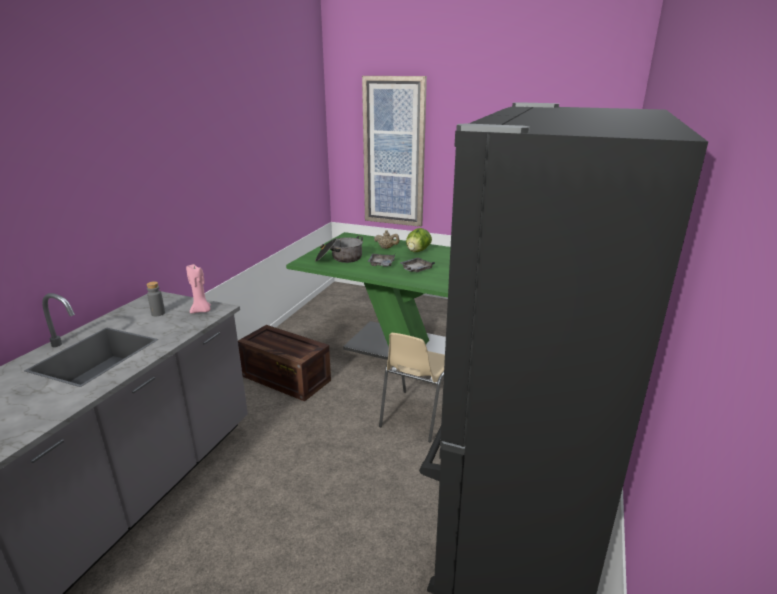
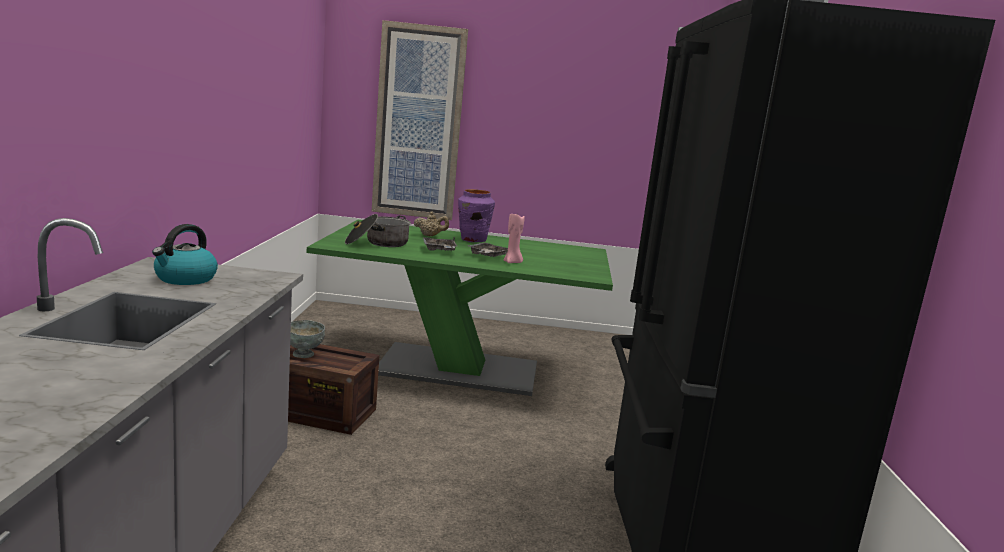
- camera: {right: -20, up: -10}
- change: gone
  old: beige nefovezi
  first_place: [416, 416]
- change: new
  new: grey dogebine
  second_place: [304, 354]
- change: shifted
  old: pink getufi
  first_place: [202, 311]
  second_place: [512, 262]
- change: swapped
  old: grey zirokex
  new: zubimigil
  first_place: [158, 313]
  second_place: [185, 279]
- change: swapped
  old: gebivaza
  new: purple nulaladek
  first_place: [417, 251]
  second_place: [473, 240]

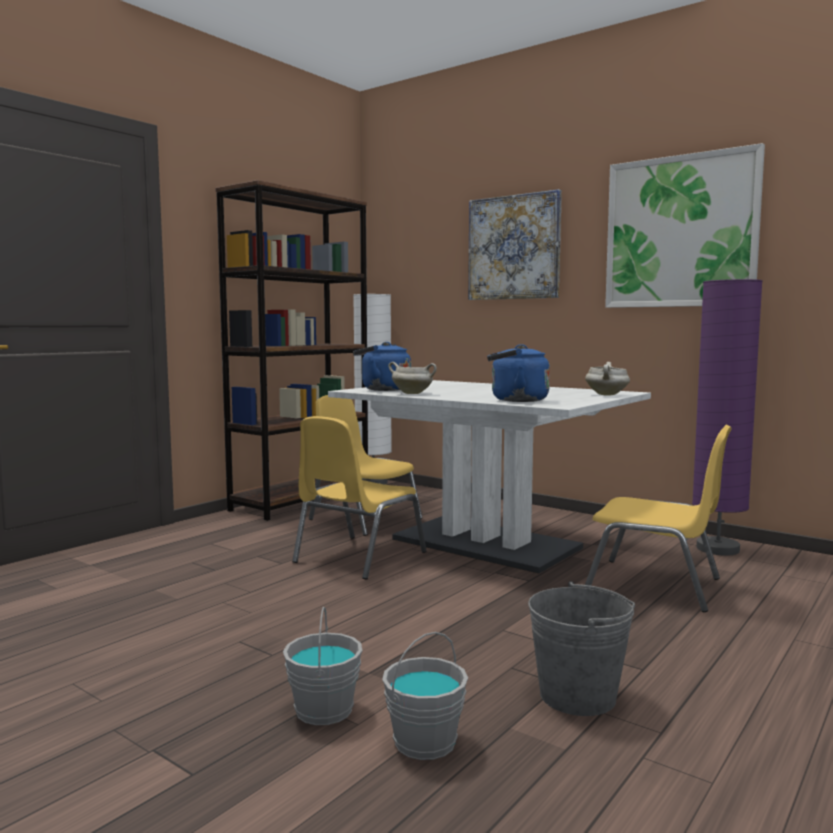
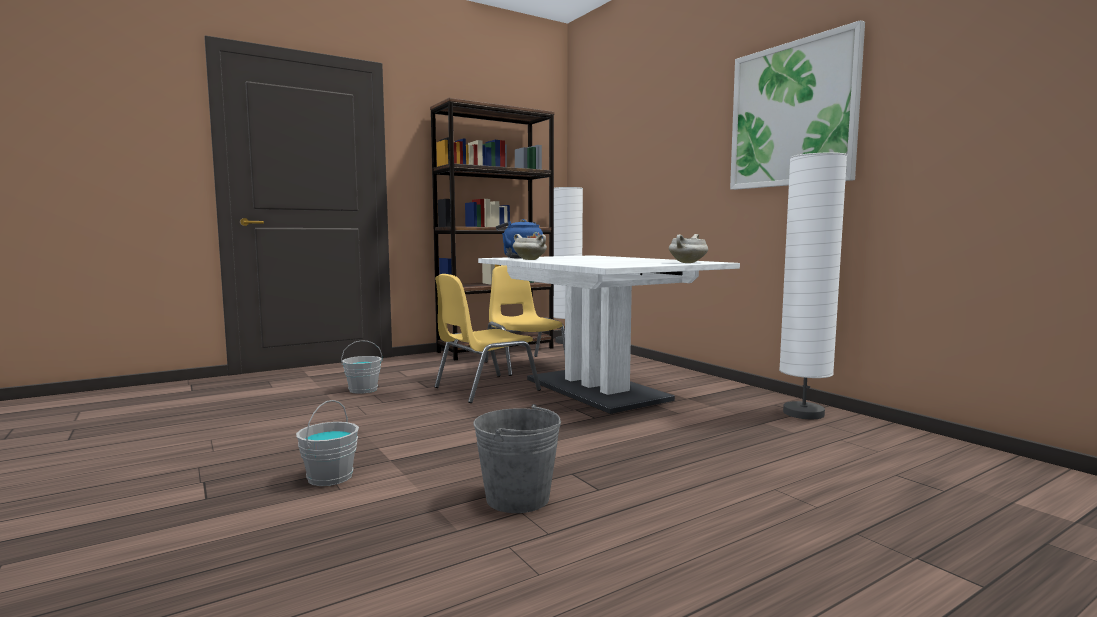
- camera: {right: 20, up: 0}
- change: gone
  old: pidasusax
  first_place: [514, 247]
- change: gone
  old: blue zubimigil
  first_place: [515, 400]
- change: gone
  old: yellow nefovezi
  first_place: [656, 586]
- change: shifted
  old: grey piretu
  first_place: [424, 741]
  second_place: [363, 389]
- change: repainted
  old: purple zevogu
  new: white zevogu
  first_place: [717, 549]
  second_place: [803, 413]

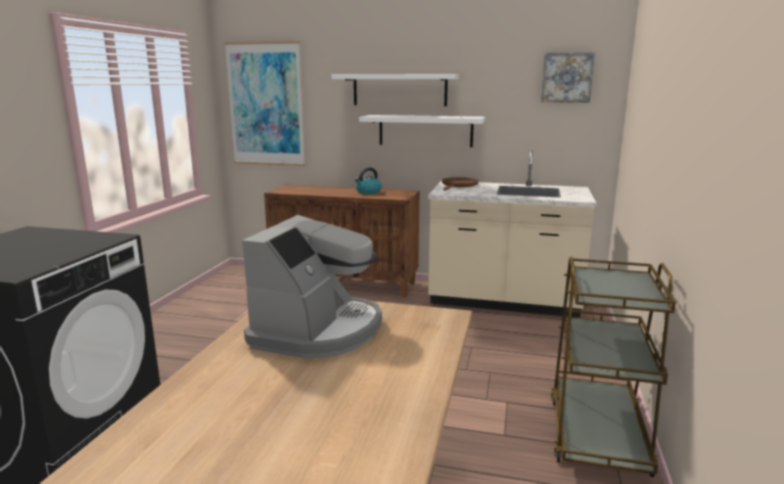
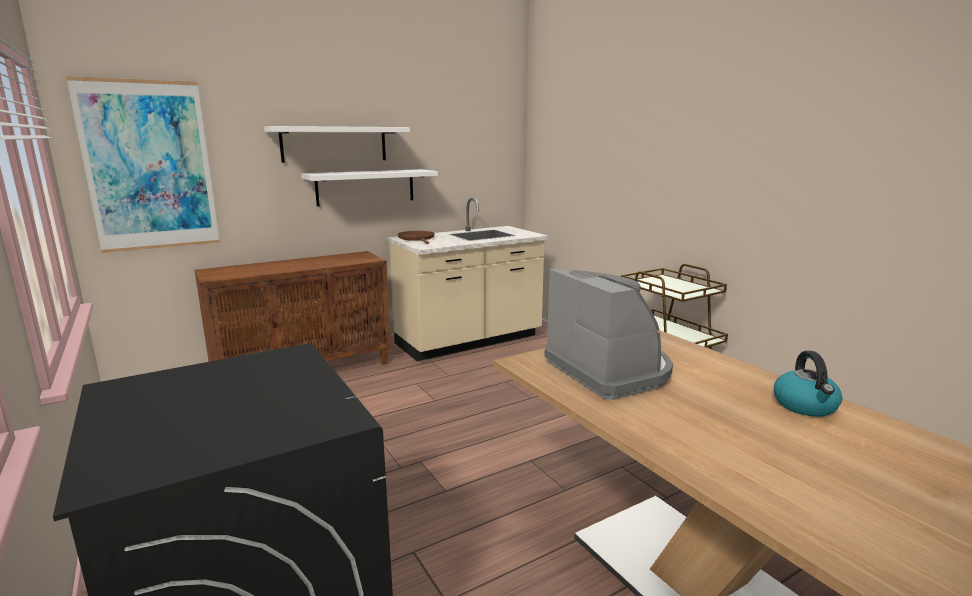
- camera: {right: -45, up: 0}
- change: gone
  old: pidasusax
  first_place: [567, 77]
- change: shifted
  old: zubimigil
  first_place: [368, 192]
  second_place: [805, 406]

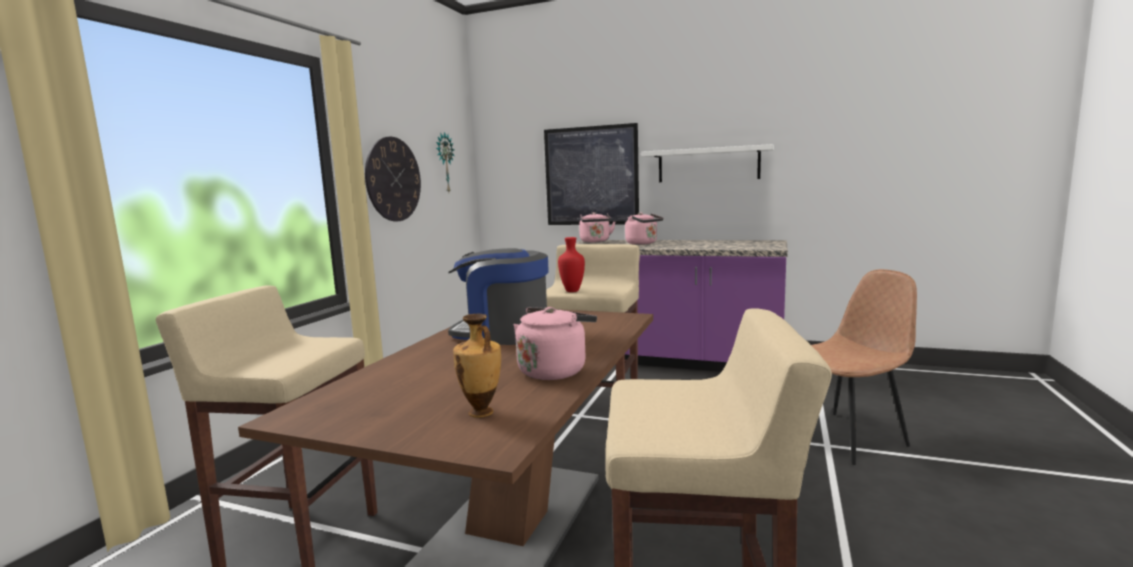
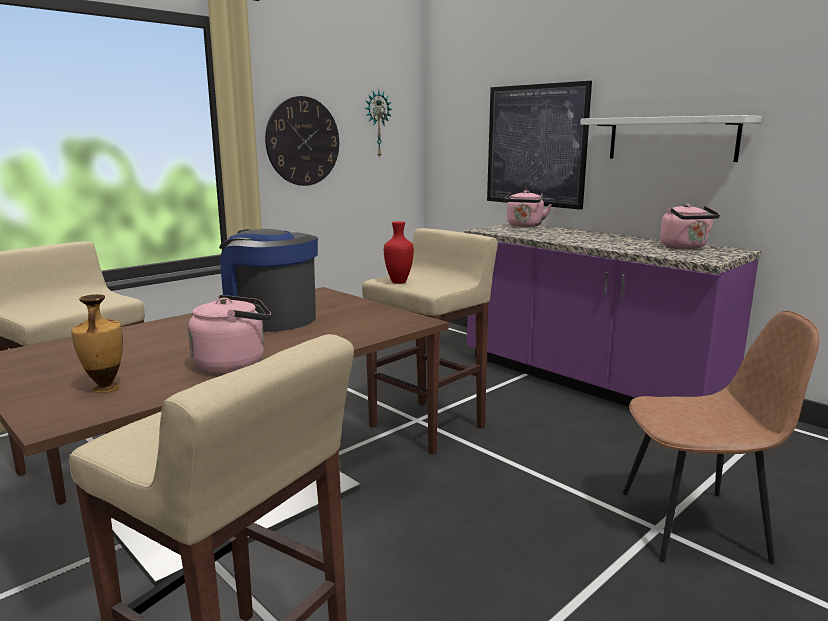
- camera: {right: 25, up: 5}
- change: shifted
  old: pink zubimigil
  first_place: [643, 243]
  second_place: [685, 247]

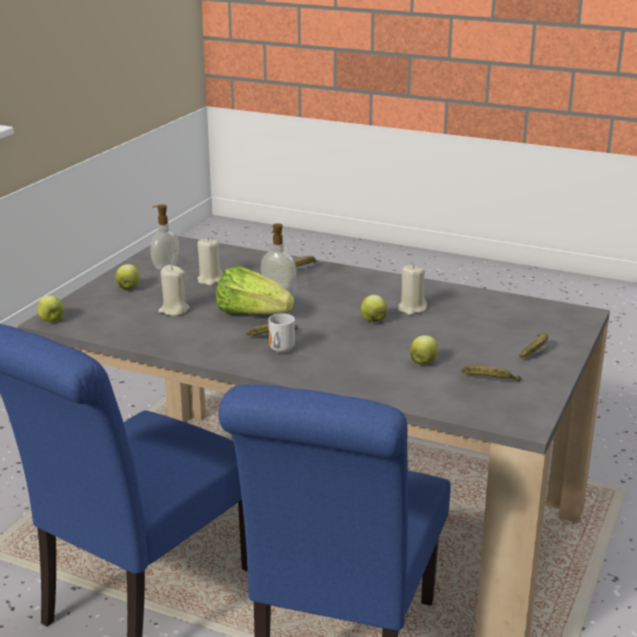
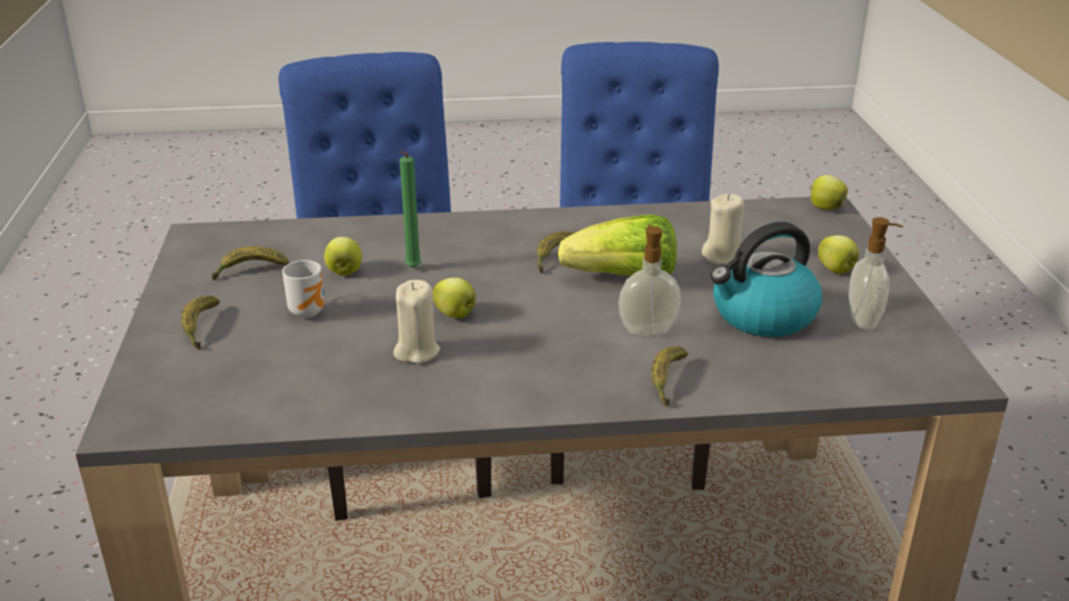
- camera: {right: 150, up: 5}
- change: new
  new: green getufi
  second_place: [412, 269]
- change: shifted
  old: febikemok
  first_place: [280, 351]
  second_place: [309, 311]
- change: swapped
  old: beige getufi
  new: zubimigil
  first_place: [210, 280]
  second_place: [762, 316]

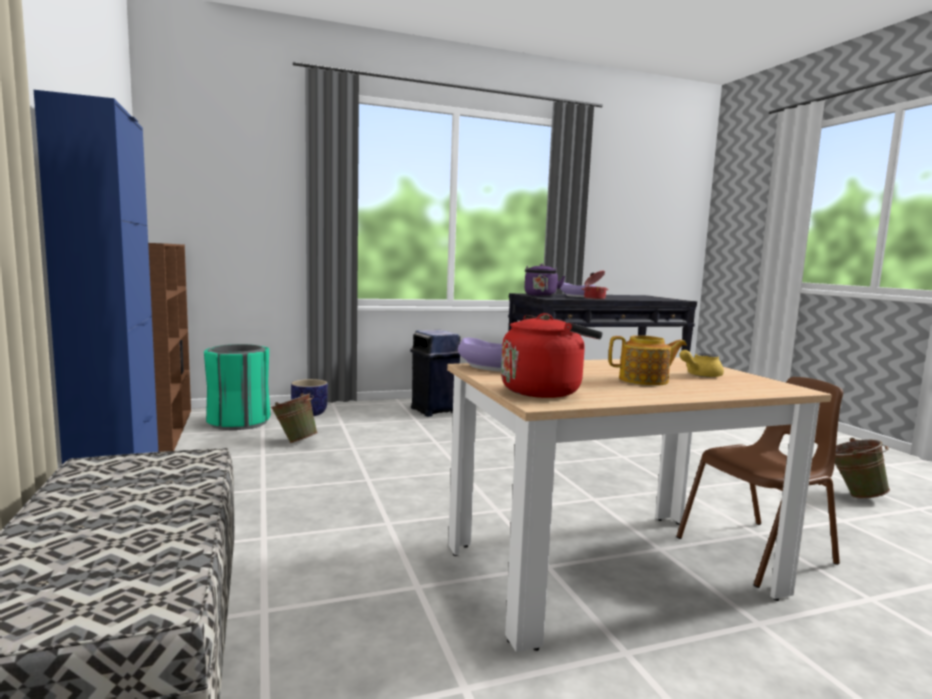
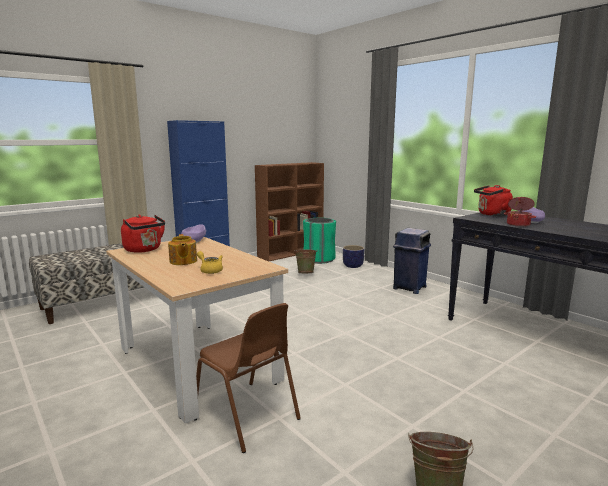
- camera: {right: 70, up: 5}
- change: repainted
  old: purple zubimigil
  new: red zubimigil
  first_place: [540, 295]
  second_place: [492, 215]

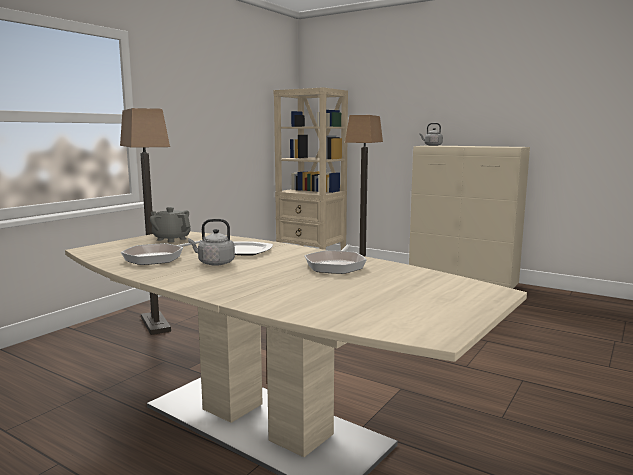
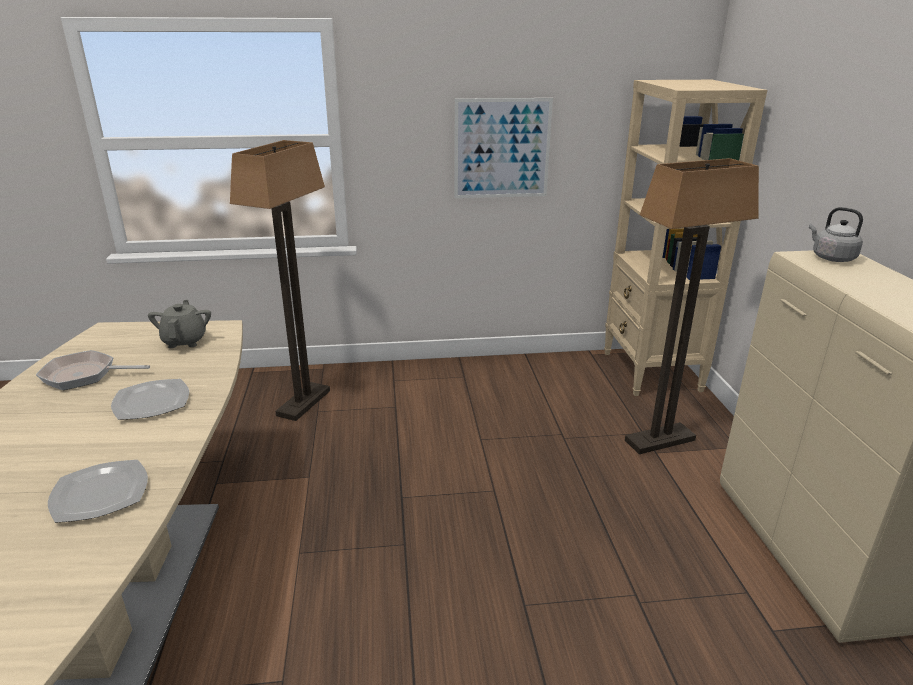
- camera: {right: 50, up: 15}
- change: gone
  old: grey zubimigil
  first_place: [214, 263]
- change: new
  new: pidasusax
  second_place: [502, 149]
- change: swapped
  old: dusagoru
  new: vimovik
  first_place: [336, 265]
  second_place: [101, 493]

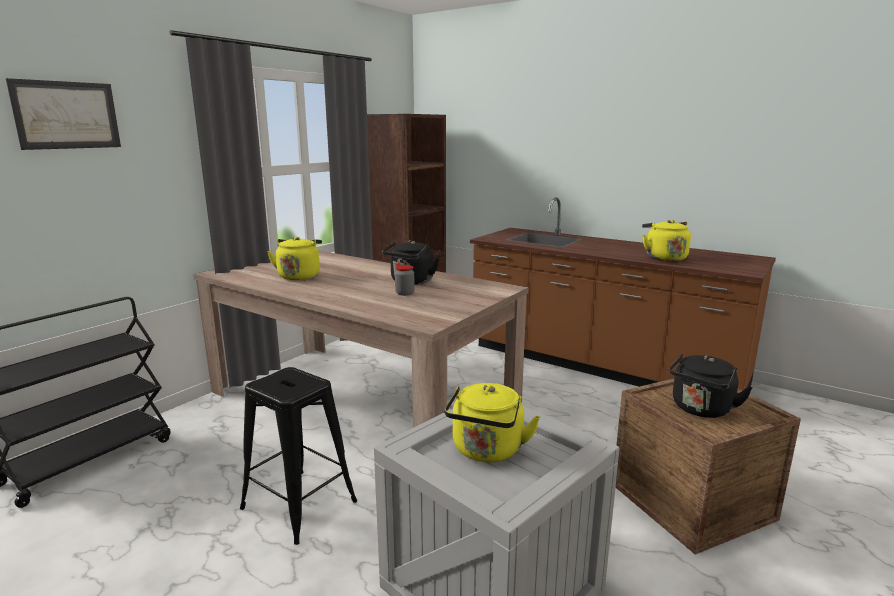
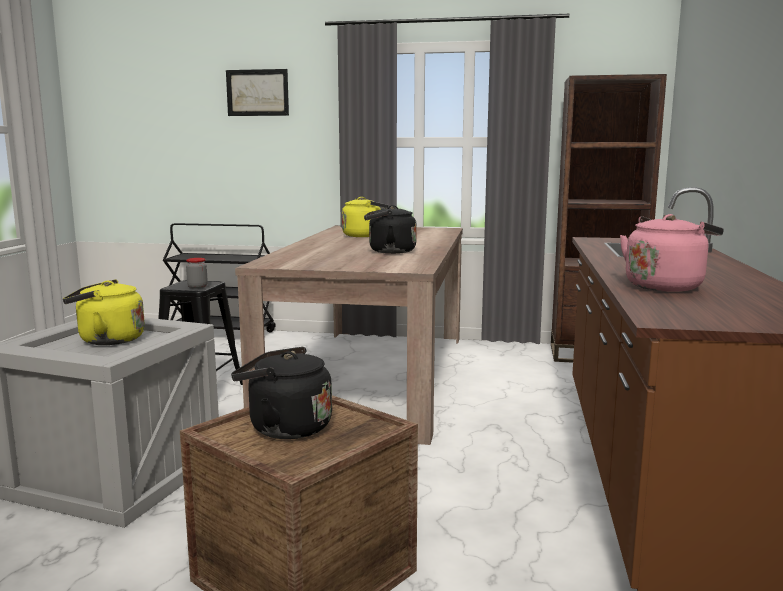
- camera: {right: 65, up: -5}
- change: shifted
  old: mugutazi
  first_place: [404, 293]
  second_place: [197, 287]
- change: repainted
  old: yellow zubimigil
  new: pink zubimigil
  first_place: [664, 258]
  second_place: [665, 286]

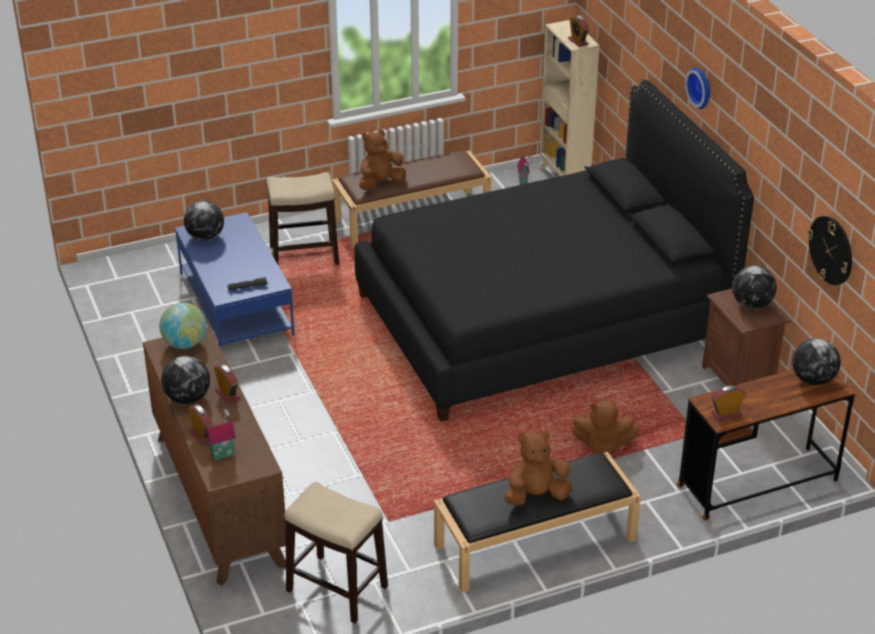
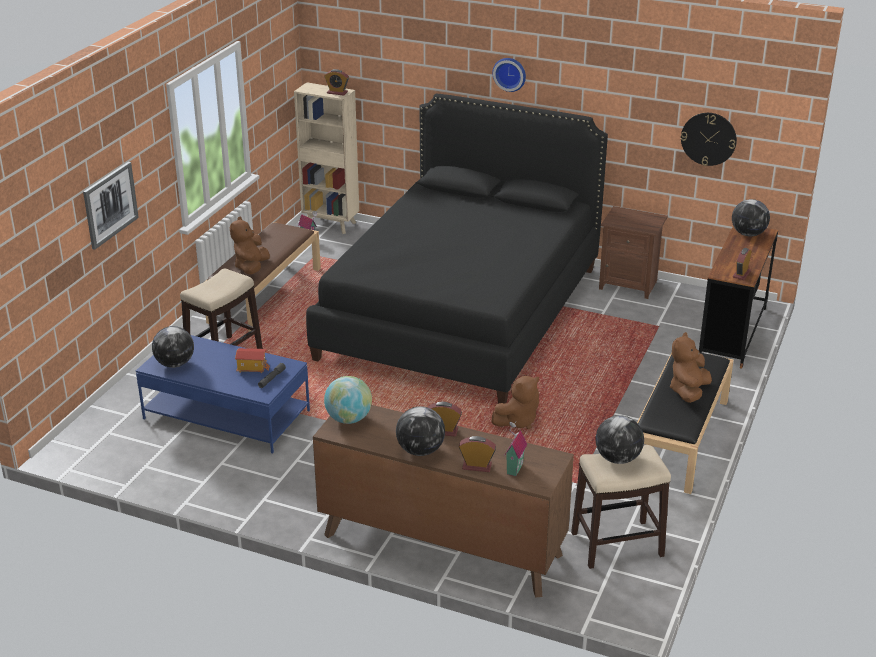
- camera: {right: -45, up: -5}
- change: new
  new: pidasusax
  second_place: [110, 204]
- change: new
  new: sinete
  second_place: [252, 368]
- change: shifted
  old: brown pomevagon
  first_place: [603, 444]
  second_place: [517, 421]
- change: shifted
  old: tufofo
  first_place: [751, 304]
  second_place: [617, 459]

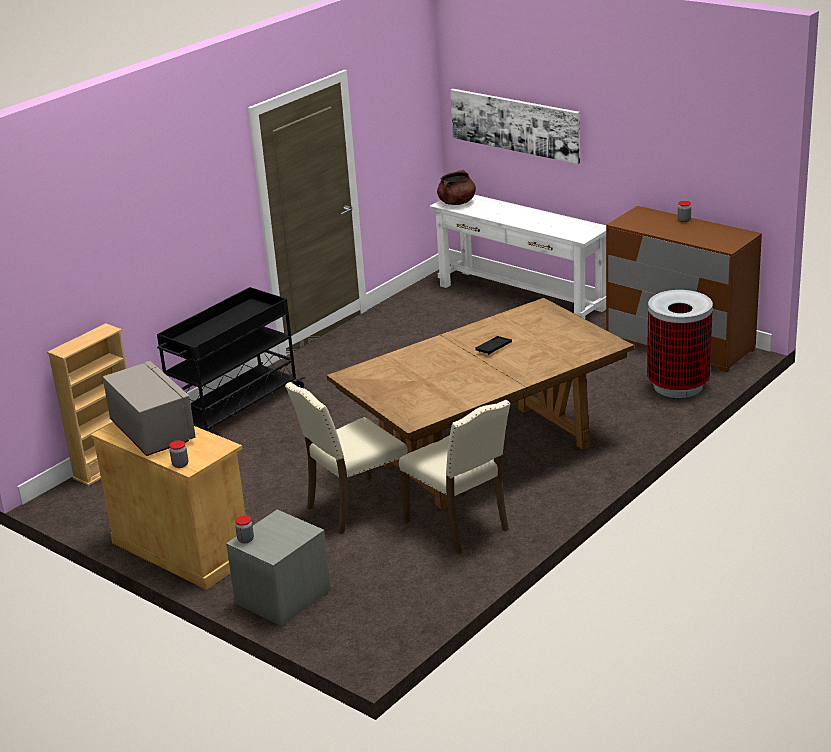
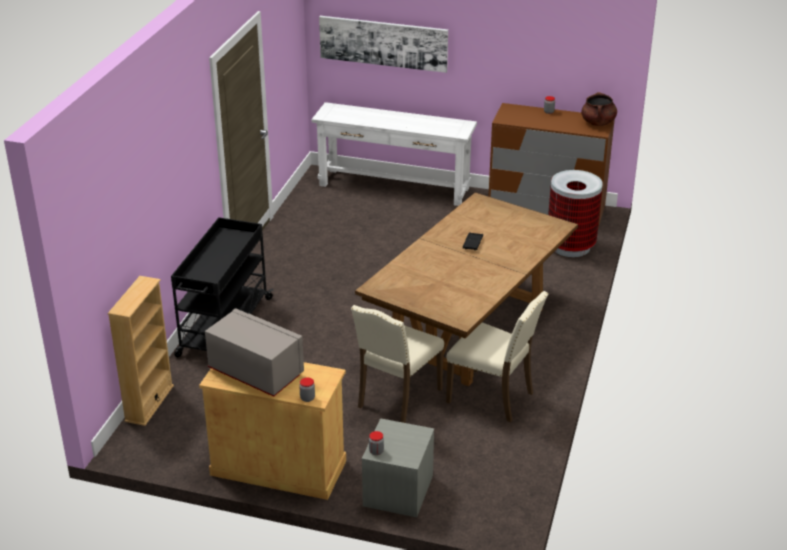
- camera: {right: -25, up: 5}
- change: shifted
  old: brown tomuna
  first_place: [456, 202]
  second_place: [598, 123]

